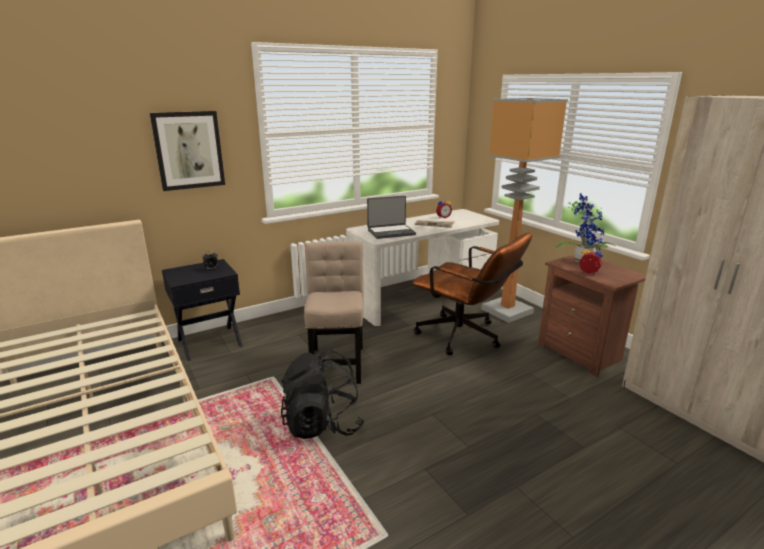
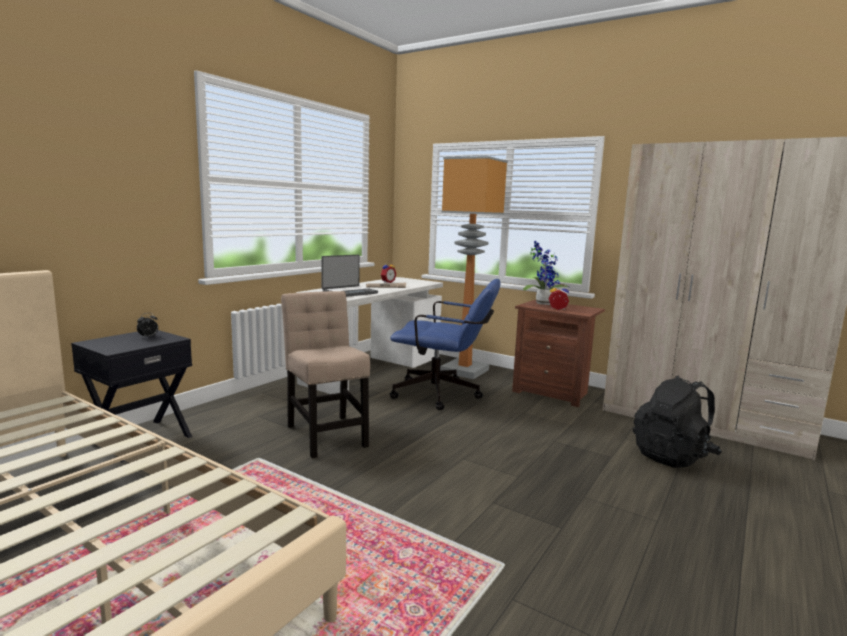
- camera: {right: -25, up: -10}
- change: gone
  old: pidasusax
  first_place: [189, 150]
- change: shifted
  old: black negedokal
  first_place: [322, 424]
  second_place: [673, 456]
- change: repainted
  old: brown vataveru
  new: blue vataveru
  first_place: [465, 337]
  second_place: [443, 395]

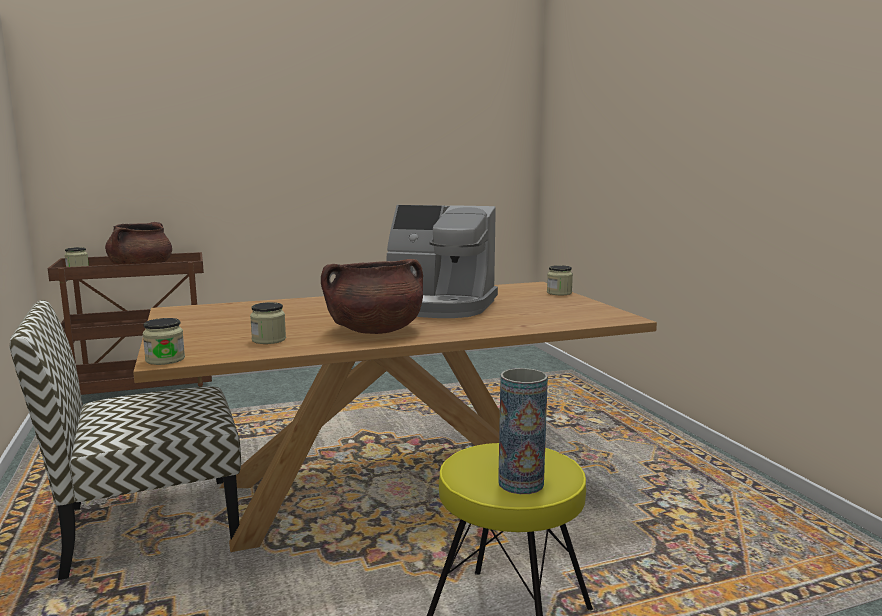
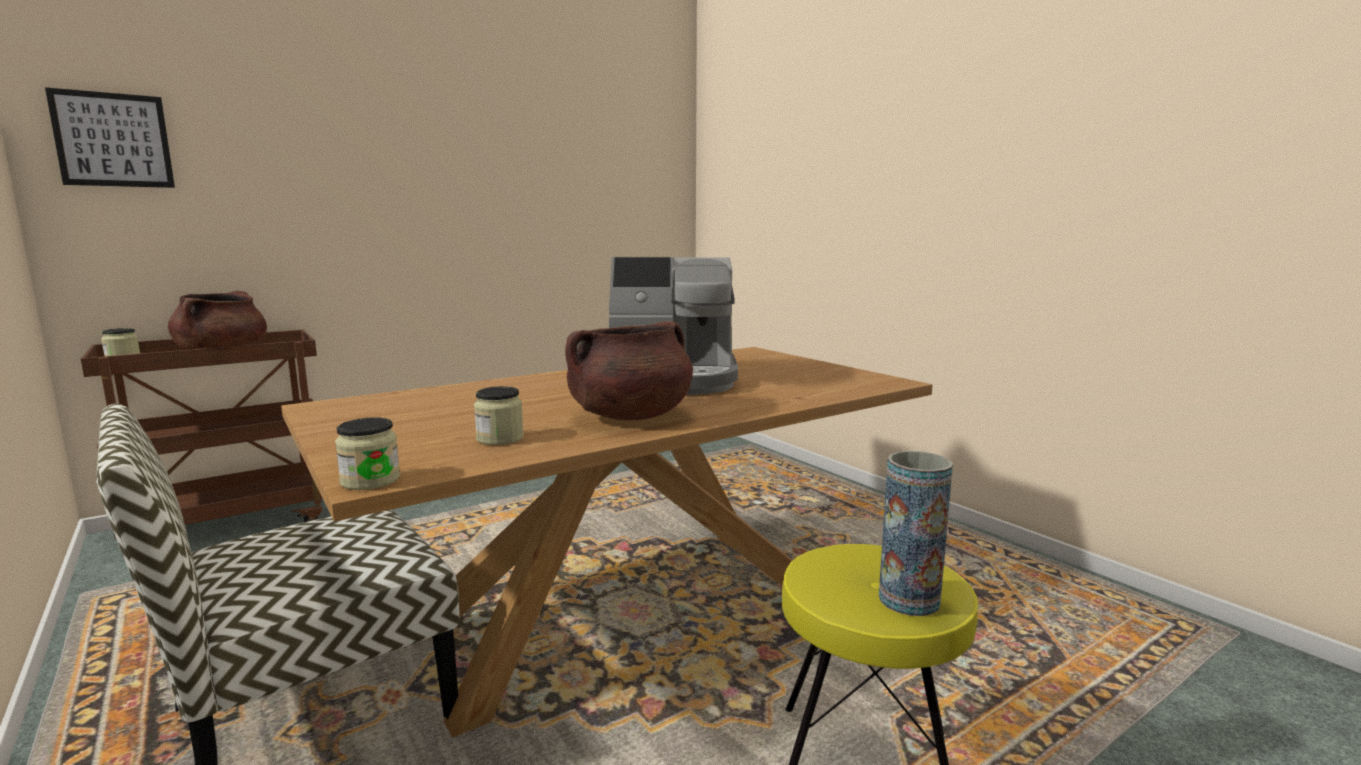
- camera: {right: -15, up: 0}
- change: gone
  old: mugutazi
  first_place: [559, 293]
- change: new
  new: pidasusax
  second_place: [113, 140]

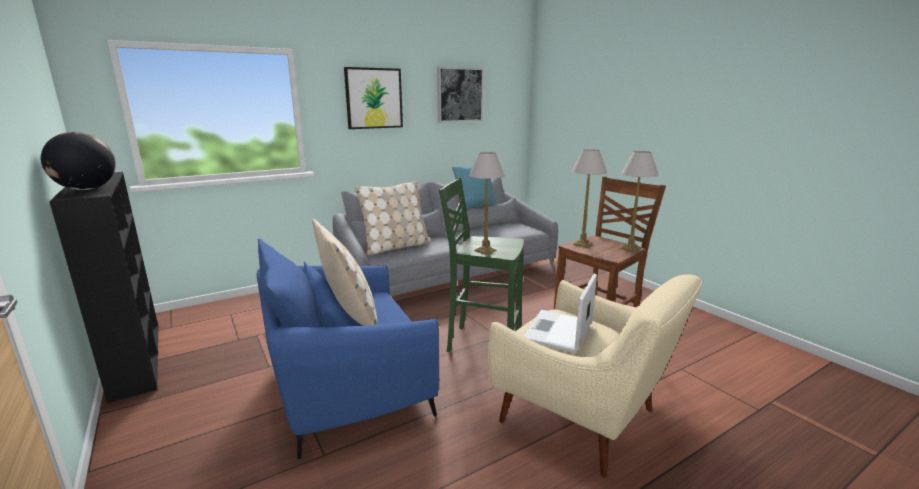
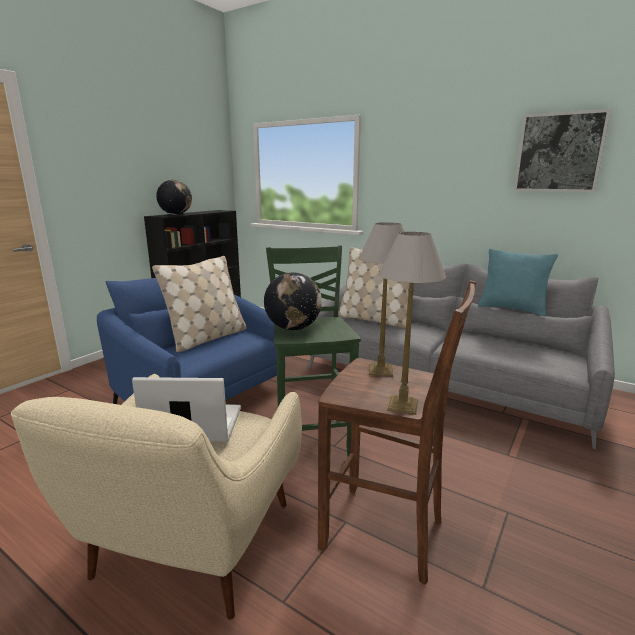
- camera: {right: 65, up: 0}
- change: gone
  old: pidasusax
  first_place: [374, 98]
- change: swapped
  old: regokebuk
  new: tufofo
  first_place: [485, 250]
  second_place: [293, 328]

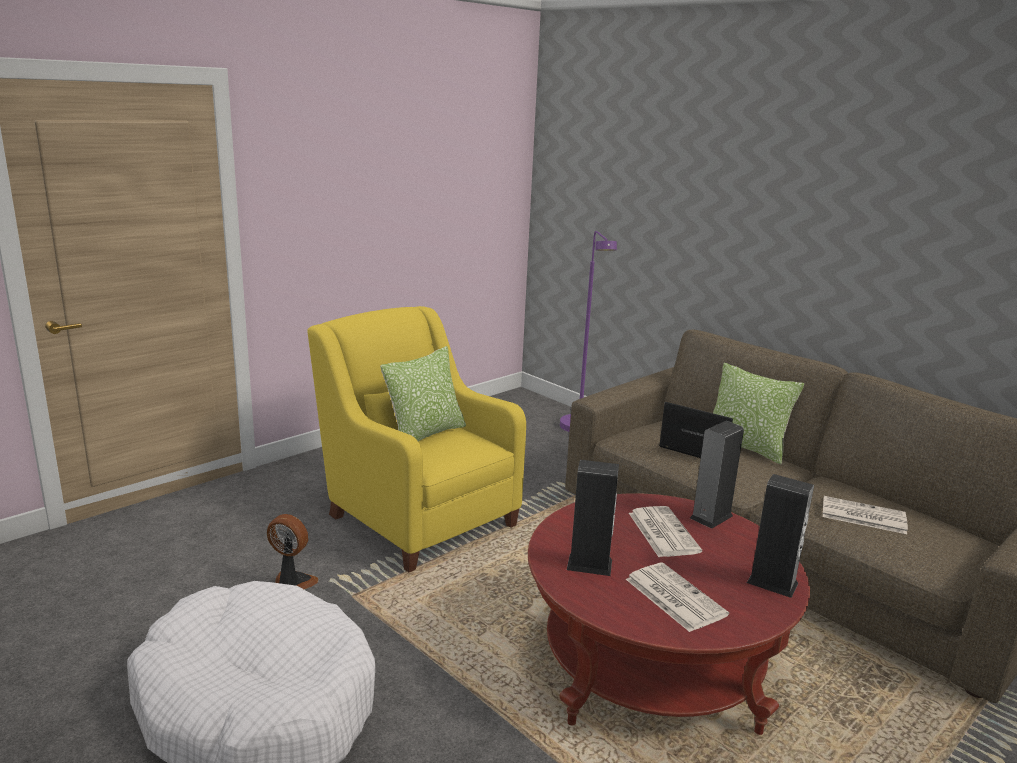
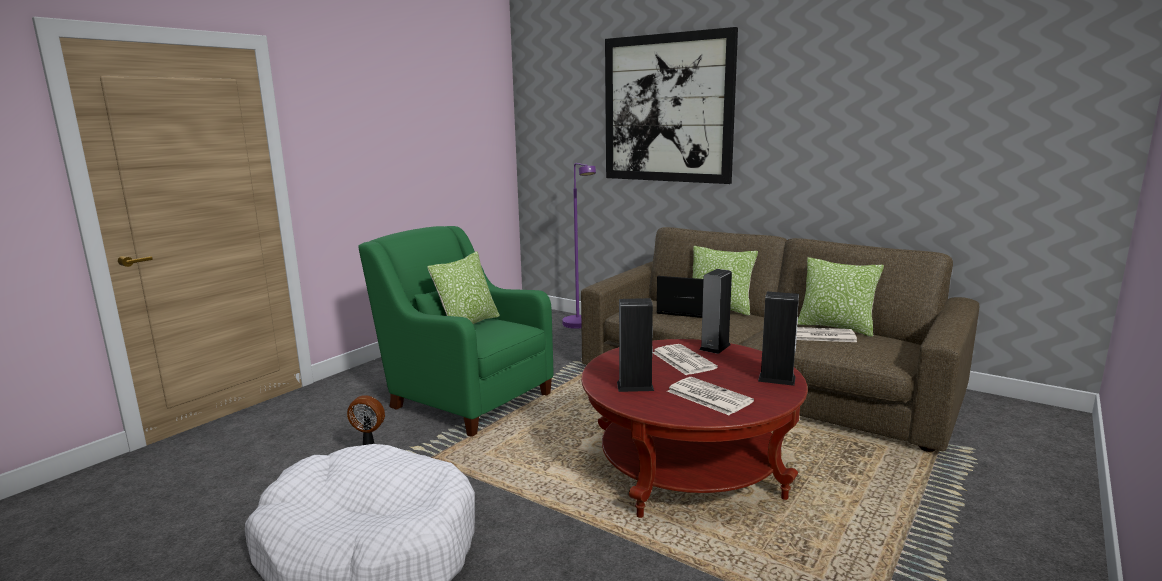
- camera: {right: -10, up: -5}
- change: new
  new: pidasusax
  second_place: [667, 109]
- change: new
  new: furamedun
  second_place: [836, 327]
- change: repainted
  old: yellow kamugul
  new: green kamugul
  first_place: [417, 516]
  second_place: [465, 398]

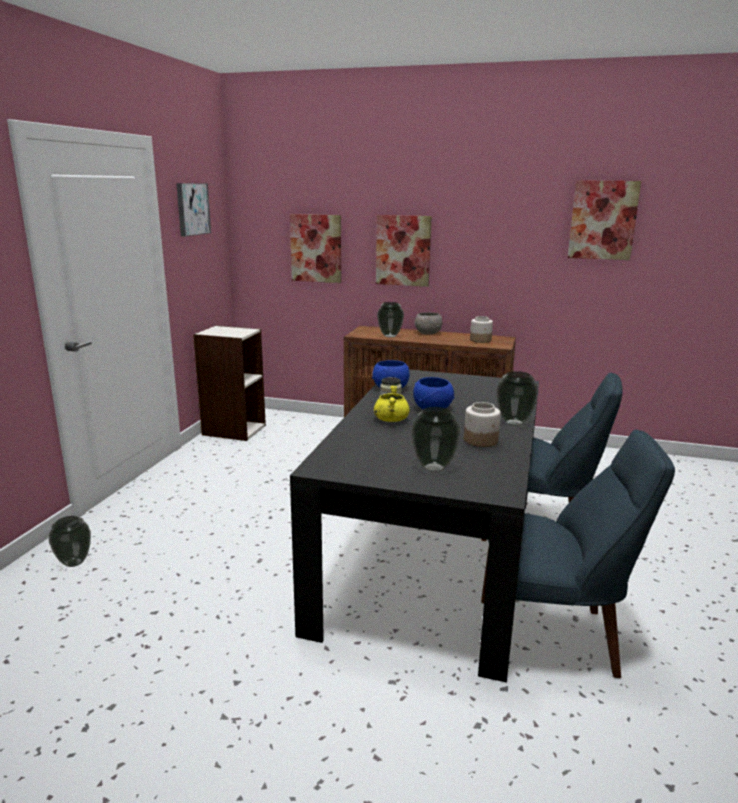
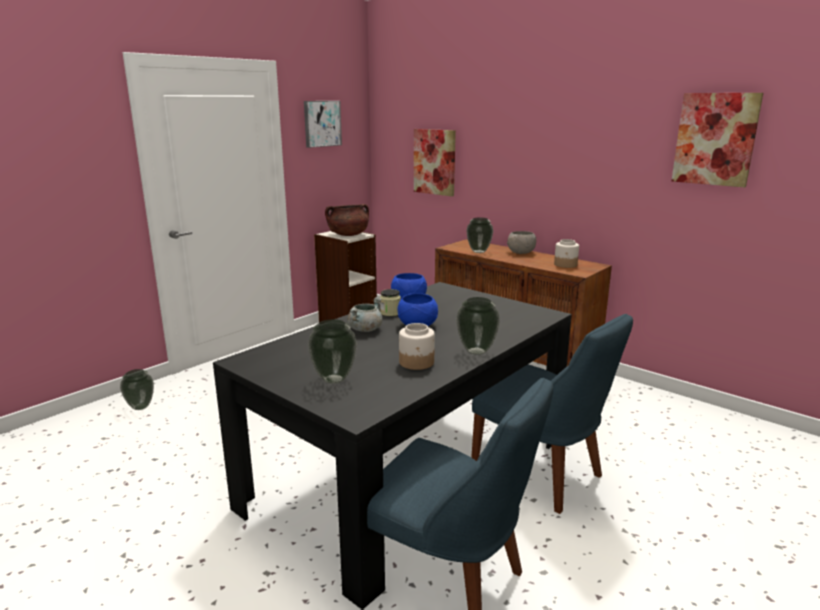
- camera: {right: 25, up: 0}
- change: gone
  old: pidasusax
  first_place: [403, 250]
- change: new
  new: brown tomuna
  second_place: [348, 235]
- change: repainted
  old: yellow tomuna
  new: grey tomuna
  first_place: [390, 419]
  second_place: [365, 329]

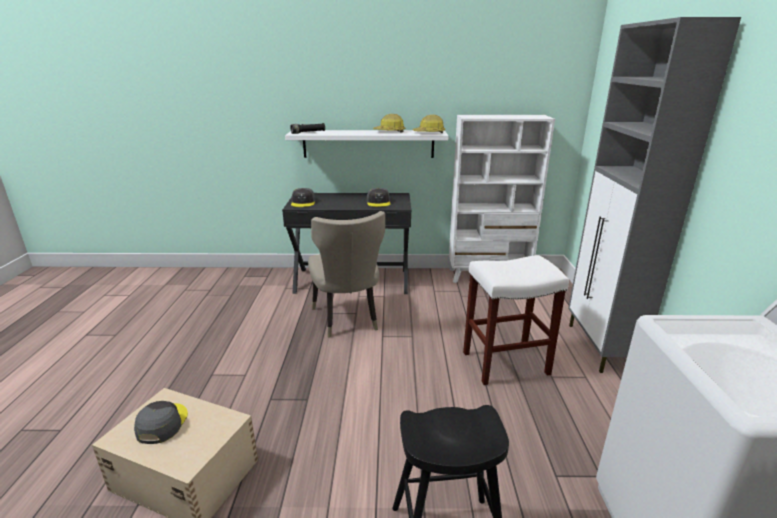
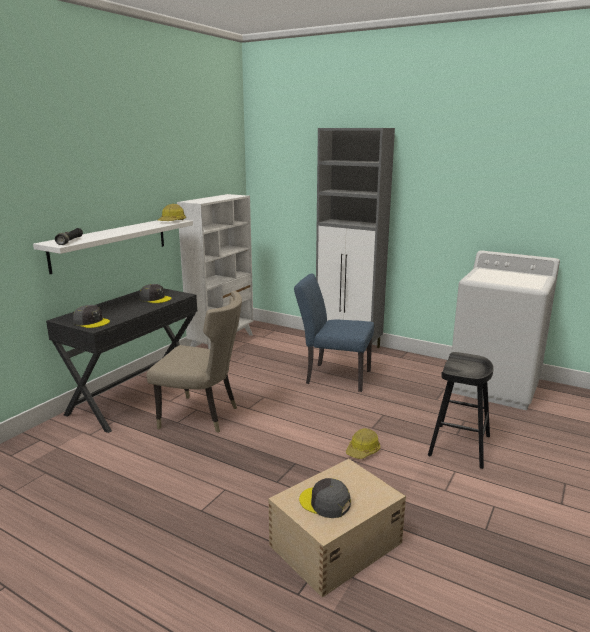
- camera: {right: -60, up: -5}
- change: shifted
  old: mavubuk
  first_place: [389, 132]
  second_place: [363, 451]
- change: swapped
  old: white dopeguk
  new: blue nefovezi
  first_place: [506, 363]
  second_place: [333, 376]

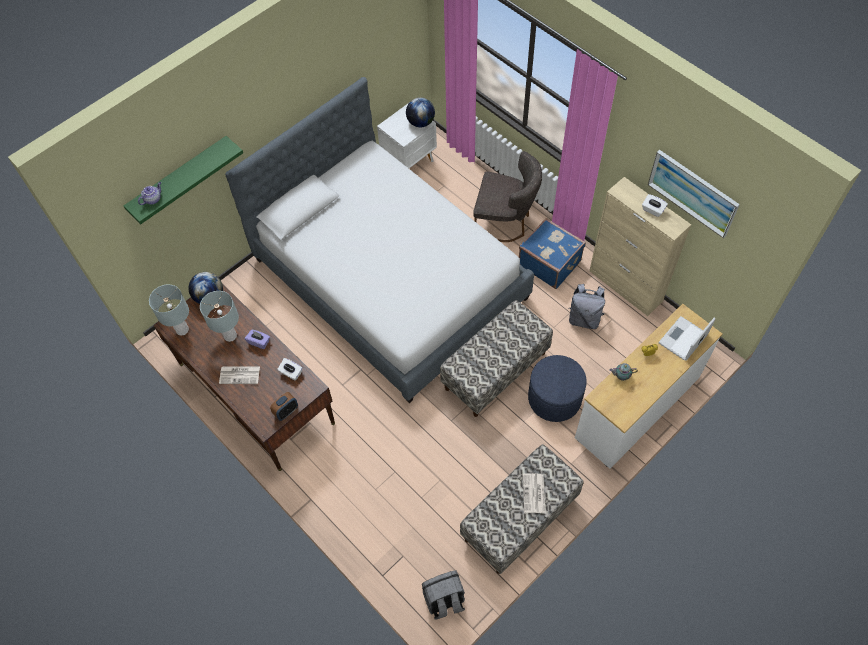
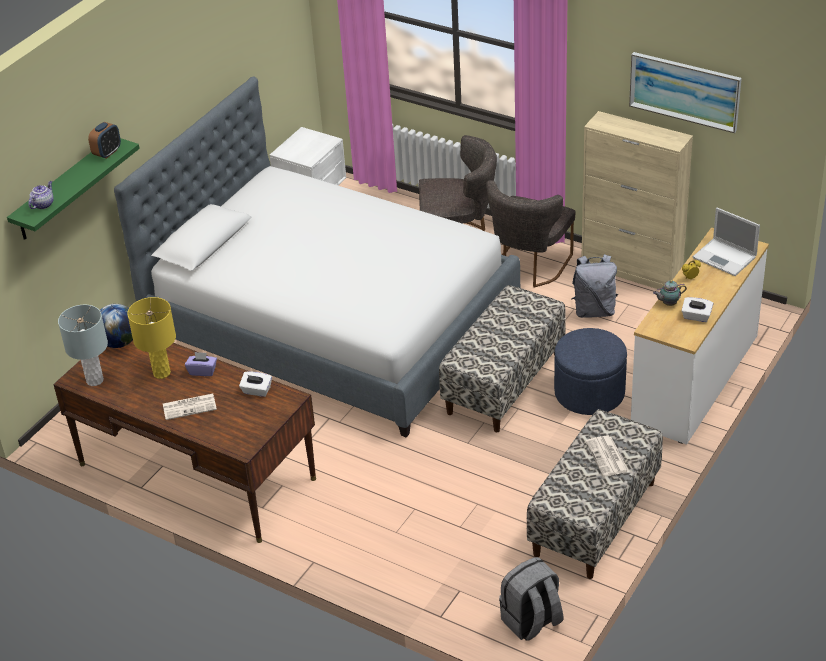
- camera: {right: -15, up: -20}
- change: gone
  old: tufofo
  first_place: [420, 122]
- change: shifted
  old: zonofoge
  first_place: [286, 411]
  second_place: [107, 153]
- change: shifted
  old: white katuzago
  first_place: [652, 210]
  second_place: [696, 316]
- change: swapped
  old: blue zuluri
  new: grey nefovezi
  first_place: [549, 262]
  second_place: [529, 267]
- change: repainted
  old: grey regokebuk
  new: yellow regokebuk
  first_place: [230, 336]
  second_place: [162, 373]
- change: rotated
  old: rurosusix
  first_place: [682, 339]
  second_place: [725, 257]
  degrees: -75

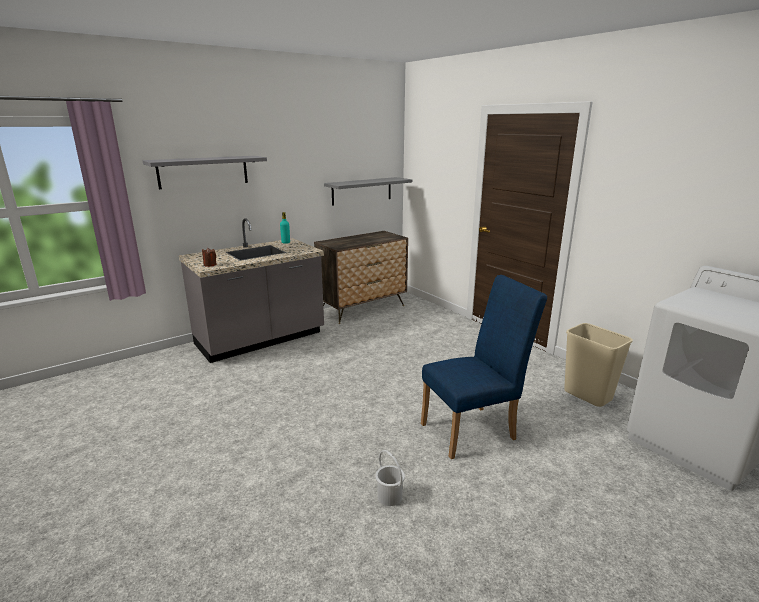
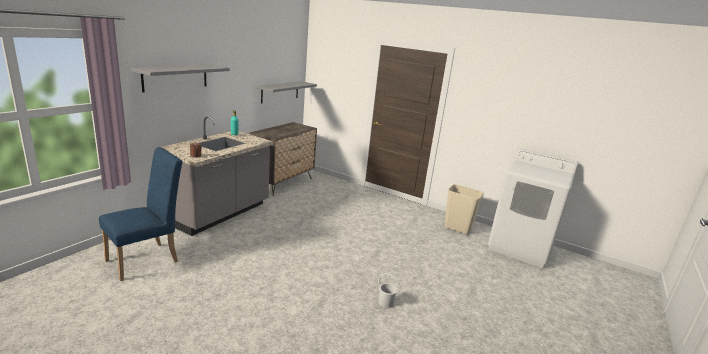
- camera: {right: -25, up: 0}
- change: shifted
  old: blue nefovezi
  first_place: [474, 429]
  second_place: [147, 259]

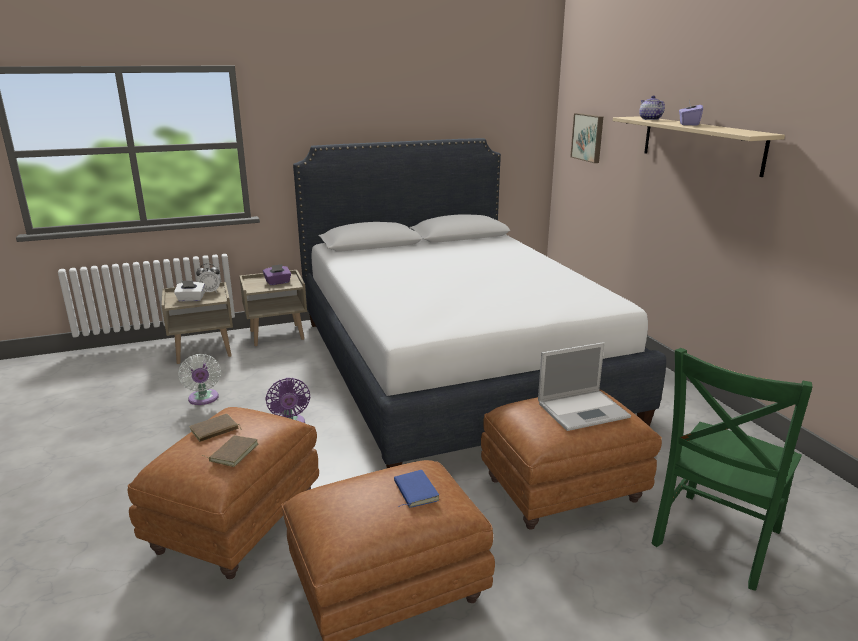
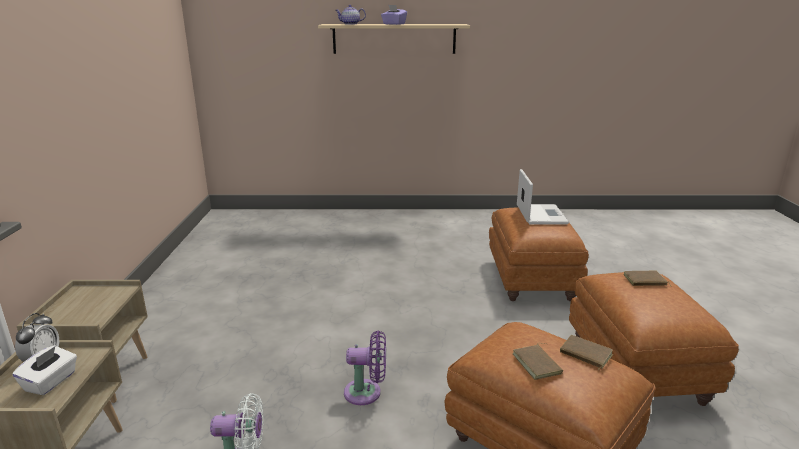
- camera: {right: -70, up: 0}
- change: gone
  old: purple katuzago
  first_place: [278, 282]
- change: gone
  old: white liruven
  first_place: [453, 366]
- change: gone
  old: pidasusax
  first_place: [588, 137]
- change: gone
  old: green nefovezi
  first_place: [714, 540]
- change: repainted
  old: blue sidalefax
  new: brown sidalefax
  first_place: [414, 491]
  second_place: [645, 281]

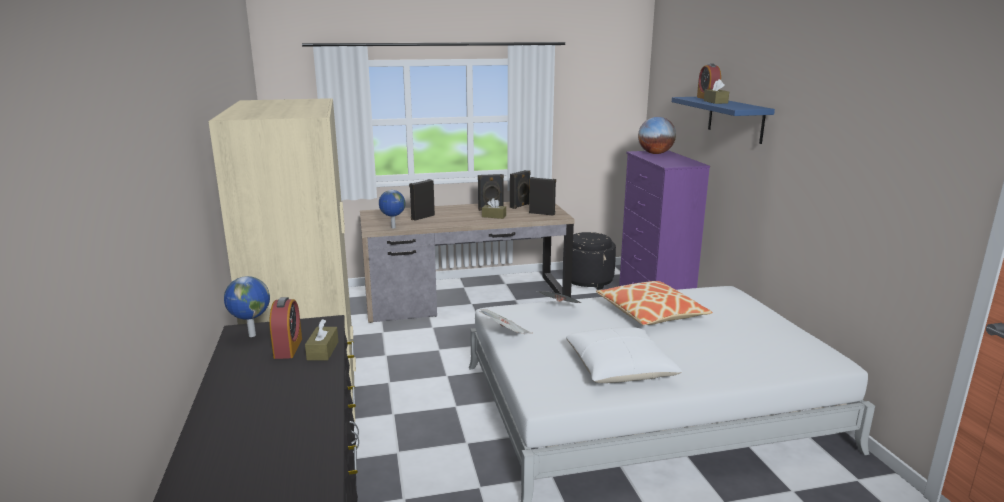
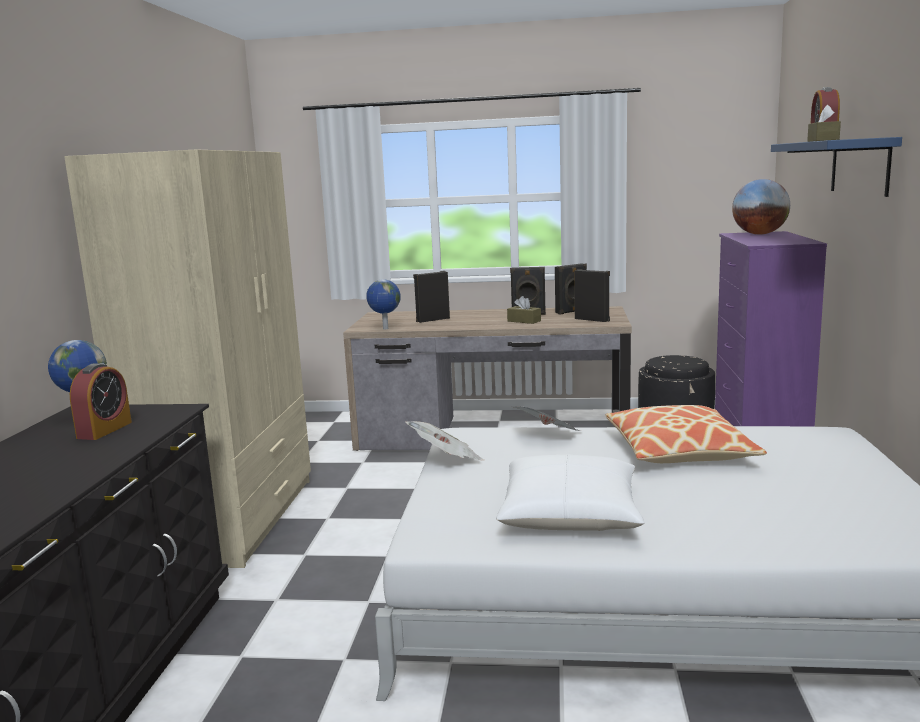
- camera: {right: 20, up: -5}
- change: gone
  old: brown katuzago
  first_place: [322, 351]

